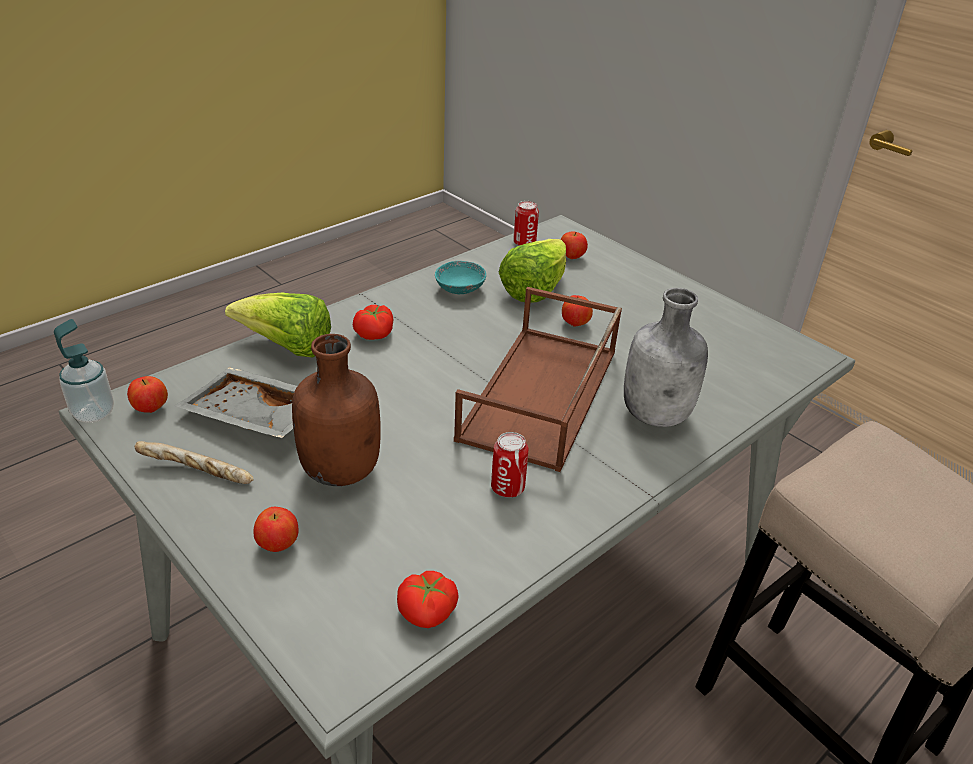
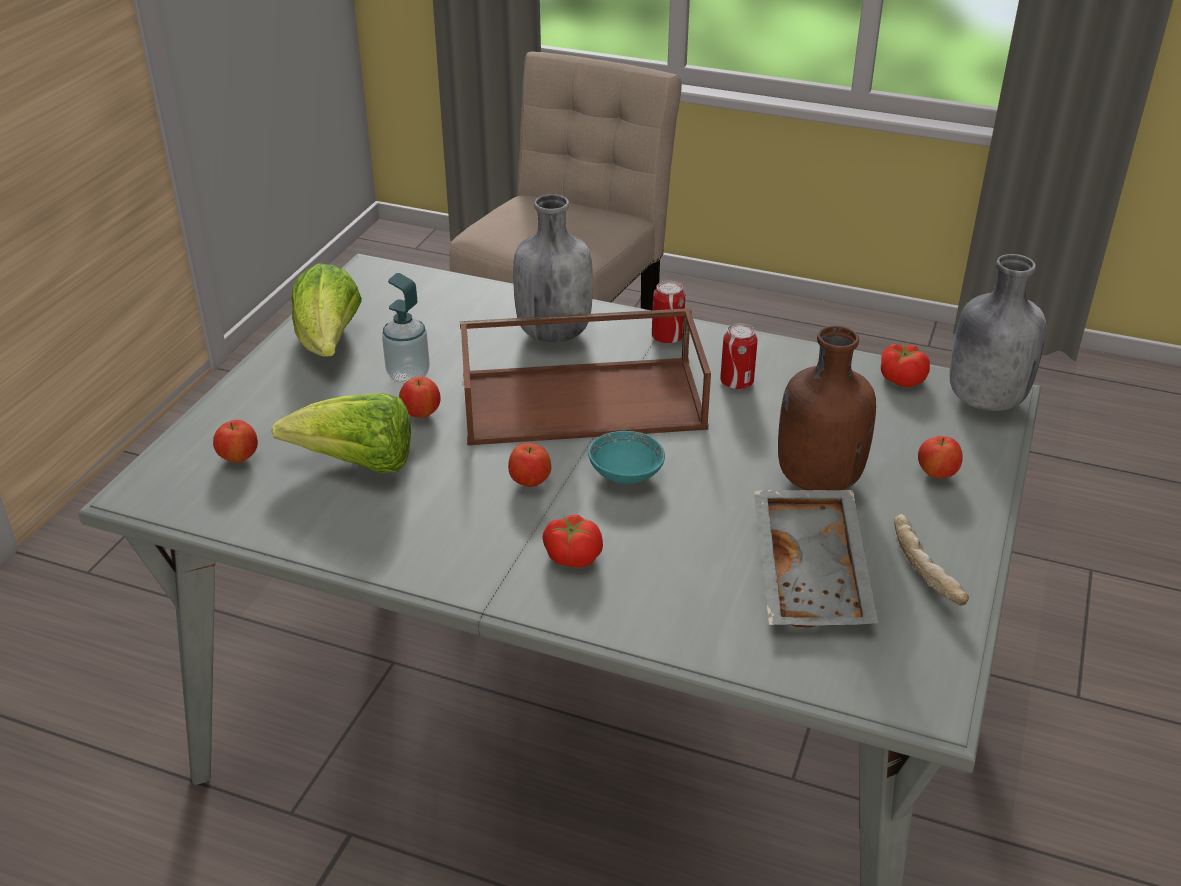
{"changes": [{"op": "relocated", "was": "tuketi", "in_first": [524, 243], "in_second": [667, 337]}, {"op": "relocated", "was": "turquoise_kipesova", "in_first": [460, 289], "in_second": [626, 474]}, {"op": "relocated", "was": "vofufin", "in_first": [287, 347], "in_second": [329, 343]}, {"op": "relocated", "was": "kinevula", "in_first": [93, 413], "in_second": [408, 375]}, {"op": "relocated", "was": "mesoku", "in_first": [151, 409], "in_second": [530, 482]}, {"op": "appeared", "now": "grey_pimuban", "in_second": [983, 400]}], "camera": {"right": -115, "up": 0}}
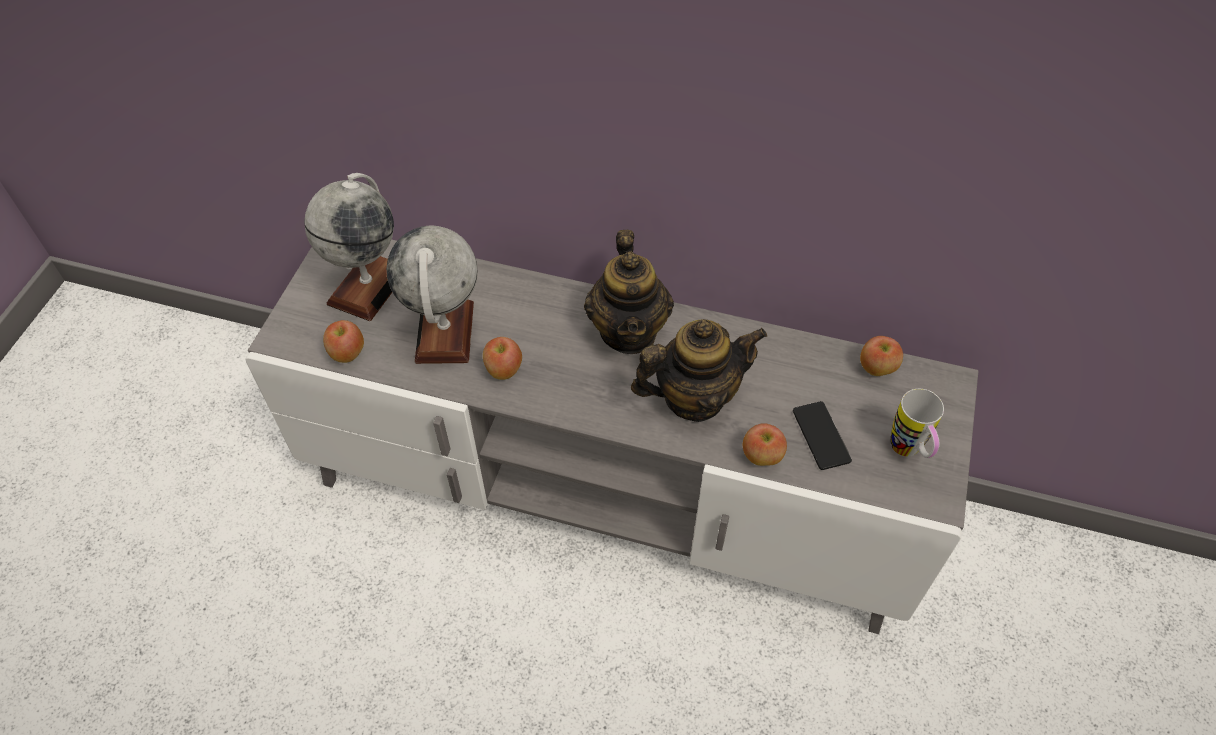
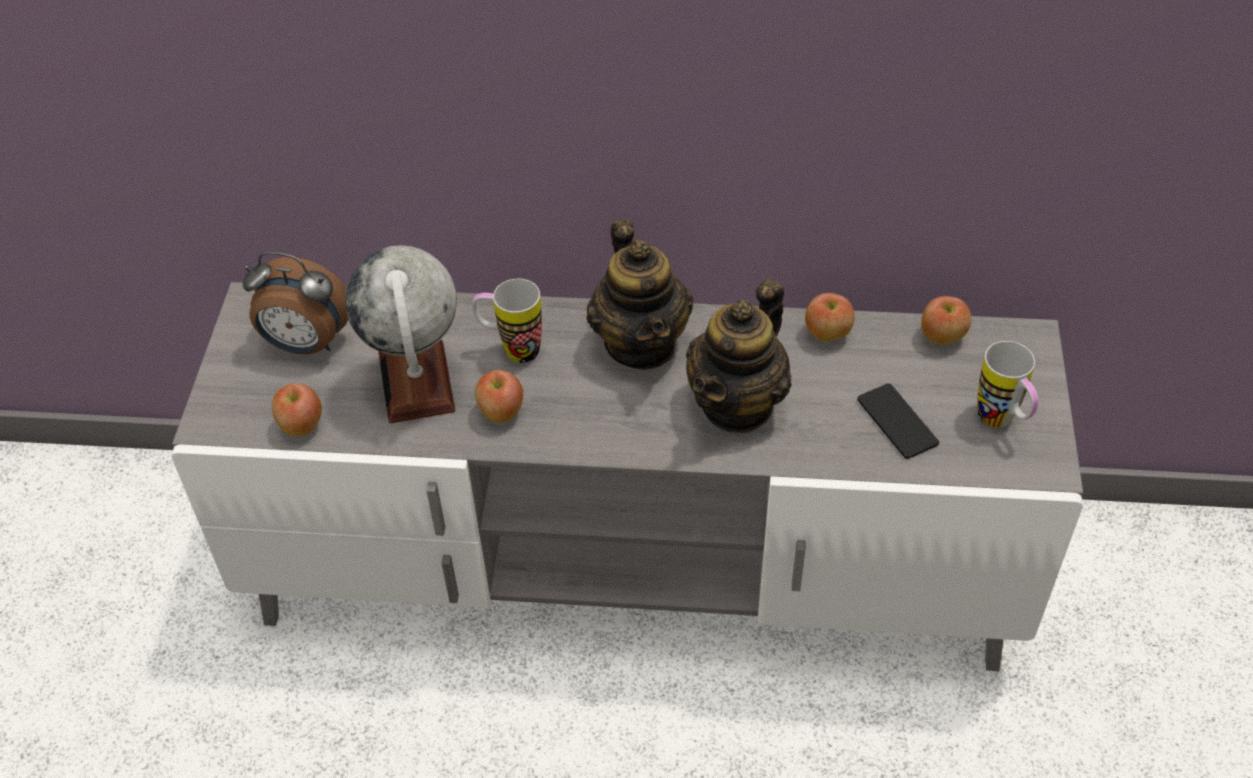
{"changes": [{"op": "exchanged", "was": "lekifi", "now": "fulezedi", "in_first": [368, 286], "in_second": [306, 344]}, {"op": "spun", "was": "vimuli", "in_first": [694, 397], "in_second": [738, 404], "clockwise": 150}, {"op": "relocated", "was": "mesoku", "in_first": [761, 457], "in_second": [827, 334]}, {"op": "appeared", "now": "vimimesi", "in_second": [511, 349]}], "camera": {"right": -10, "up": -5}}
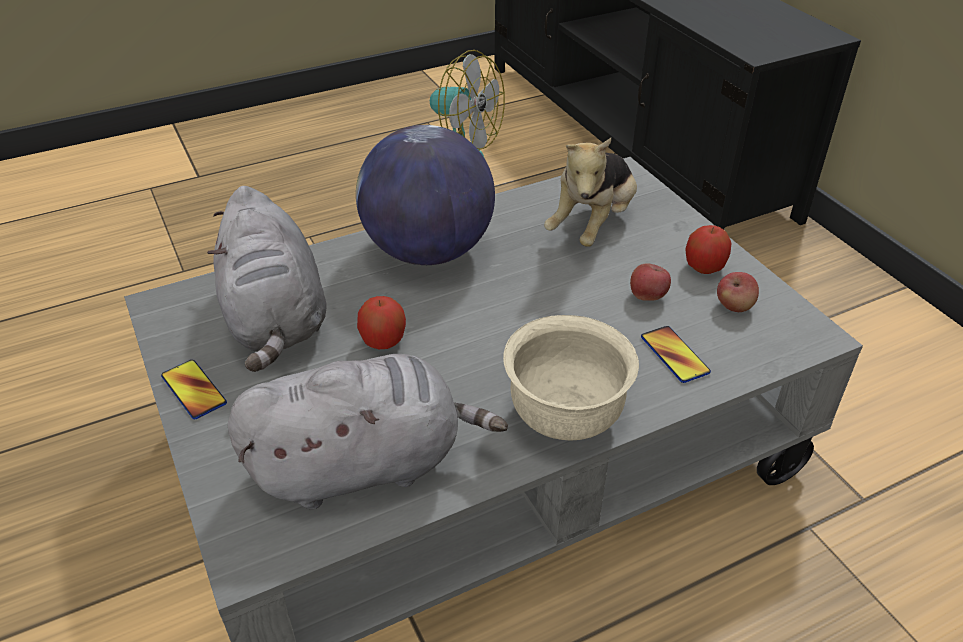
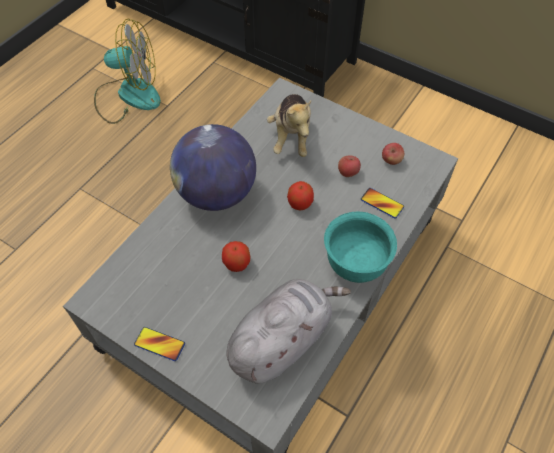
{"changes": [{"op": "missing", "was": "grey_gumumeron", "in_first": [276, 319]}, {"op": "relocated", "was": "mesoku", "in_first": [704, 267], "in_second": [300, 204]}, {"op": "colour", "was": "beige_kipesova", "now": "turquoise_kipesova", "in_first": [565, 416], "in_second": [355, 264]}], "camera": {"right": -30, "up": 15}}
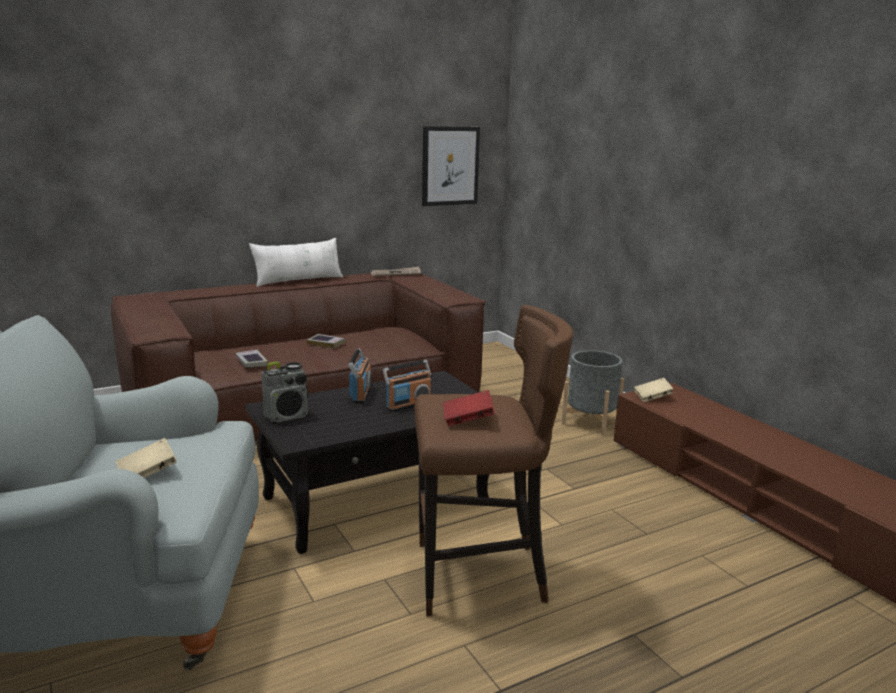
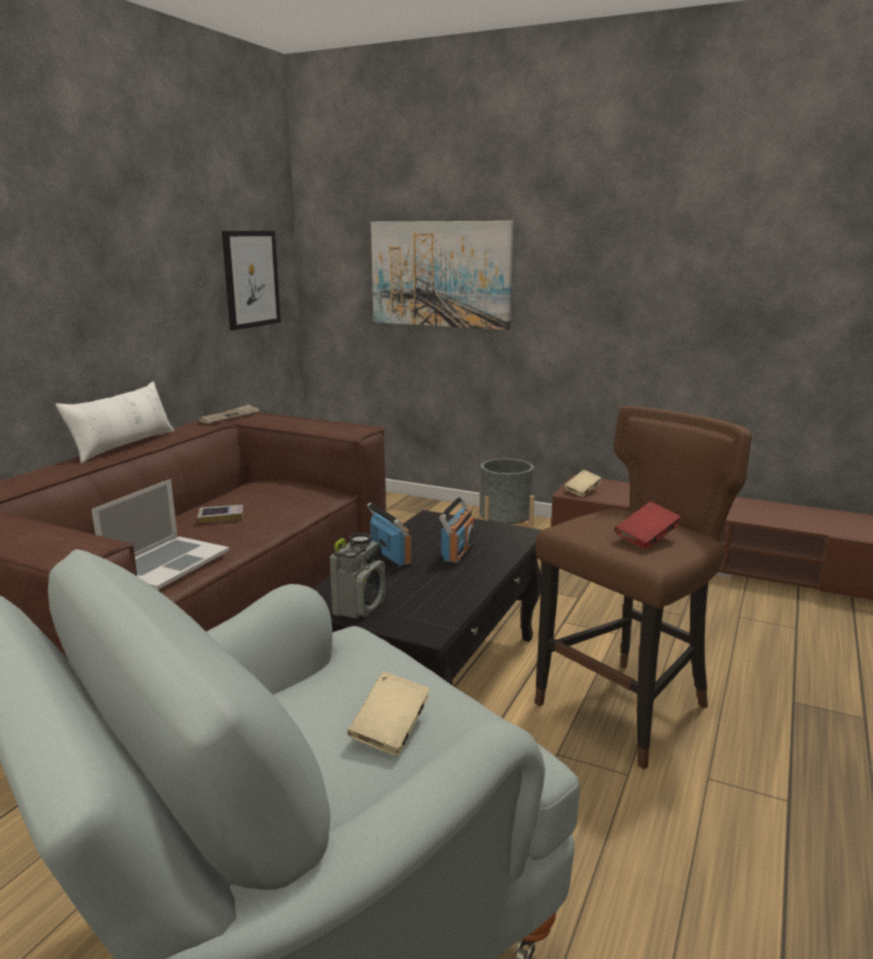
{"changes": [{"op": "exchanged", "was": "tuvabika", "now": "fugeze", "in_first": [251, 362], "in_second": [166, 562]}, {"op": "appeared", "now": "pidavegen", "in_second": [440, 274]}], "camera": {"right": -35, "up": 0}}
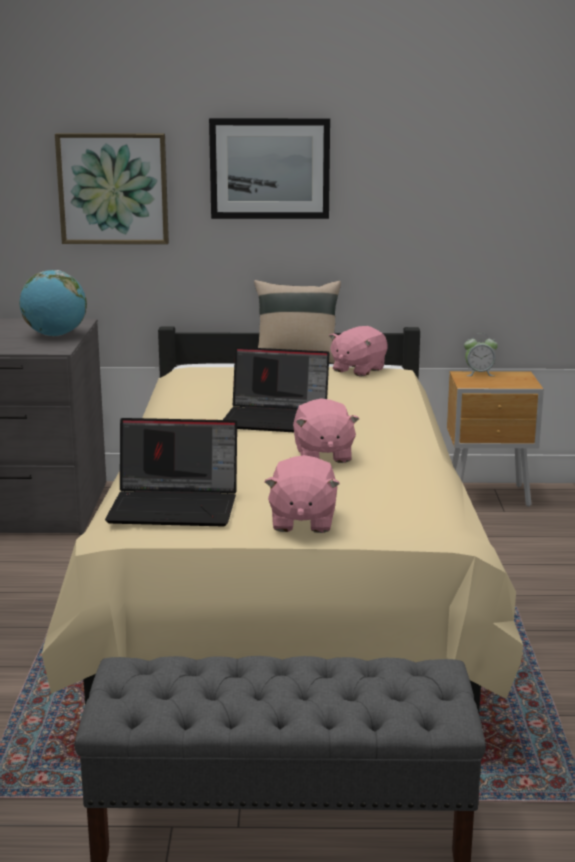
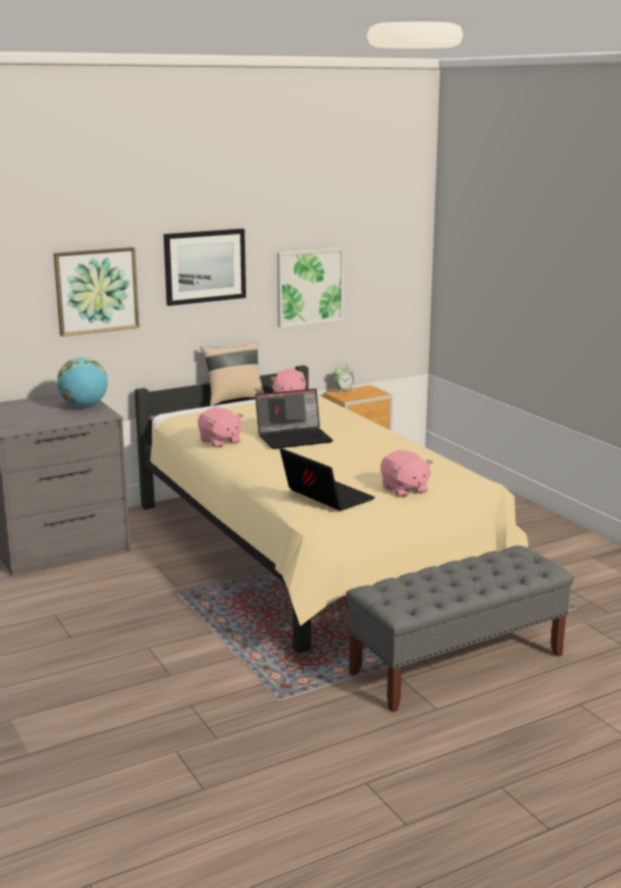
{"changes": [{"op": "relocated", "was": "pink_gumumeron", "in_first": [322, 455], "in_second": [220, 441]}, {"op": "spun", "was": "fugeze", "in_first": [176, 506], "in_second": [325, 496], "clockwise": -105}, {"op": "appeared", "now": "pidavegen", "in_second": [309, 286]}], "camera": {"right": -30, "up": 0}}
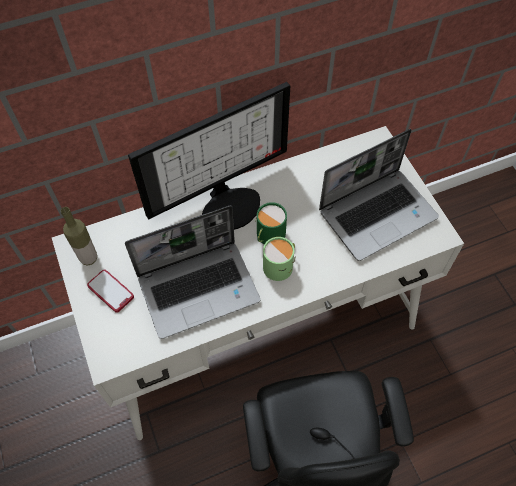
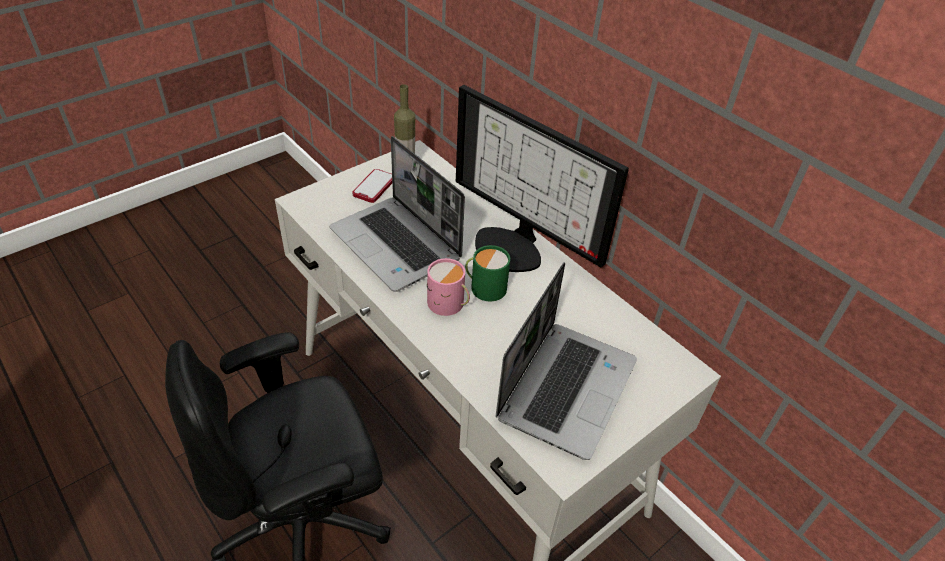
{"changes": [{"op": "spun", "was": "fugeze", "in_first": [378, 213], "in_second": [566, 387], "clockwise": -105}, {"op": "colour", "was": "green_vimimesi", "now": "pink_vimimesi", "in_first": [280, 265], "in_second": [448, 304]}], "camera": {"right": 70, "up": -15}}
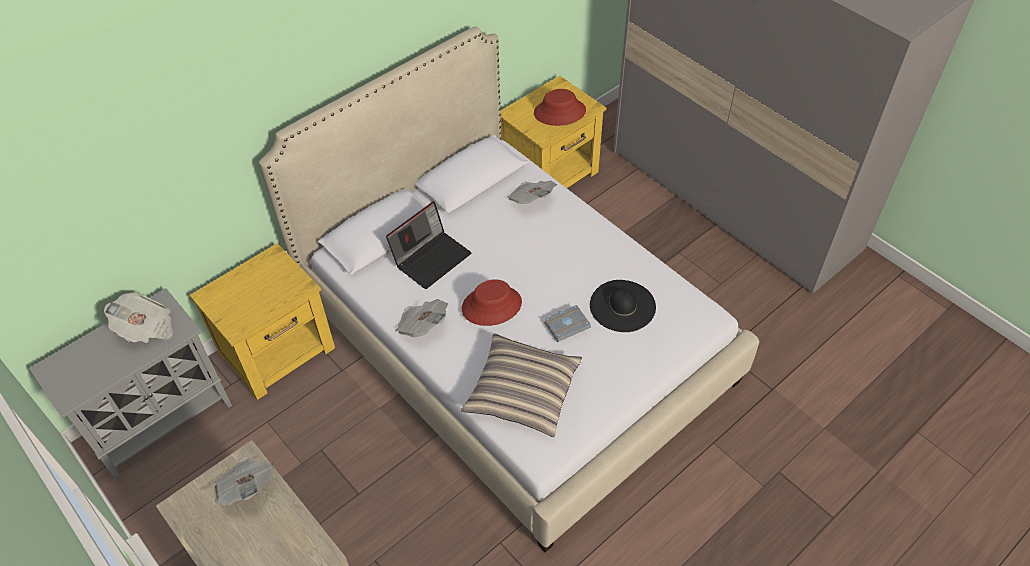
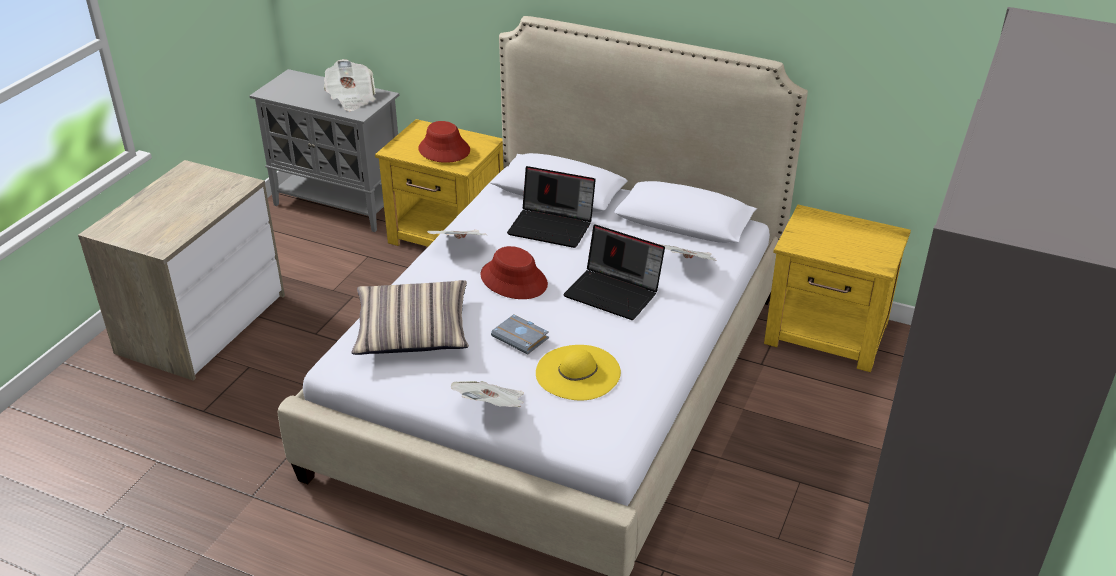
{"changes": [{"op": "relocated", "was": "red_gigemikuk", "in_first": [559, 112], "in_second": [444, 150]}, {"op": "colour", "was": "black_gigemikuk", "now": "yellow_gigemikuk", "in_first": [622, 306], "in_second": [578, 372]}, {"op": "relocated", "was": "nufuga", "in_first": [247, 487], "in_second": [491, 408]}, {"op": "appeared", "now": "fugeze", "in_second": [614, 292]}], "camera": {"right": 65, "up": -15}}
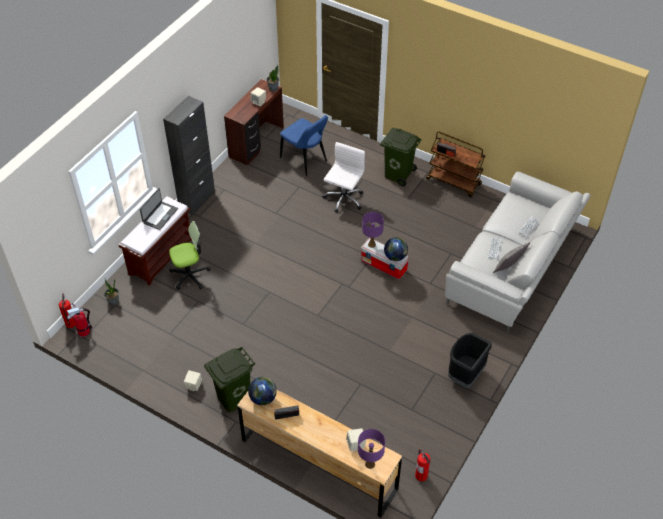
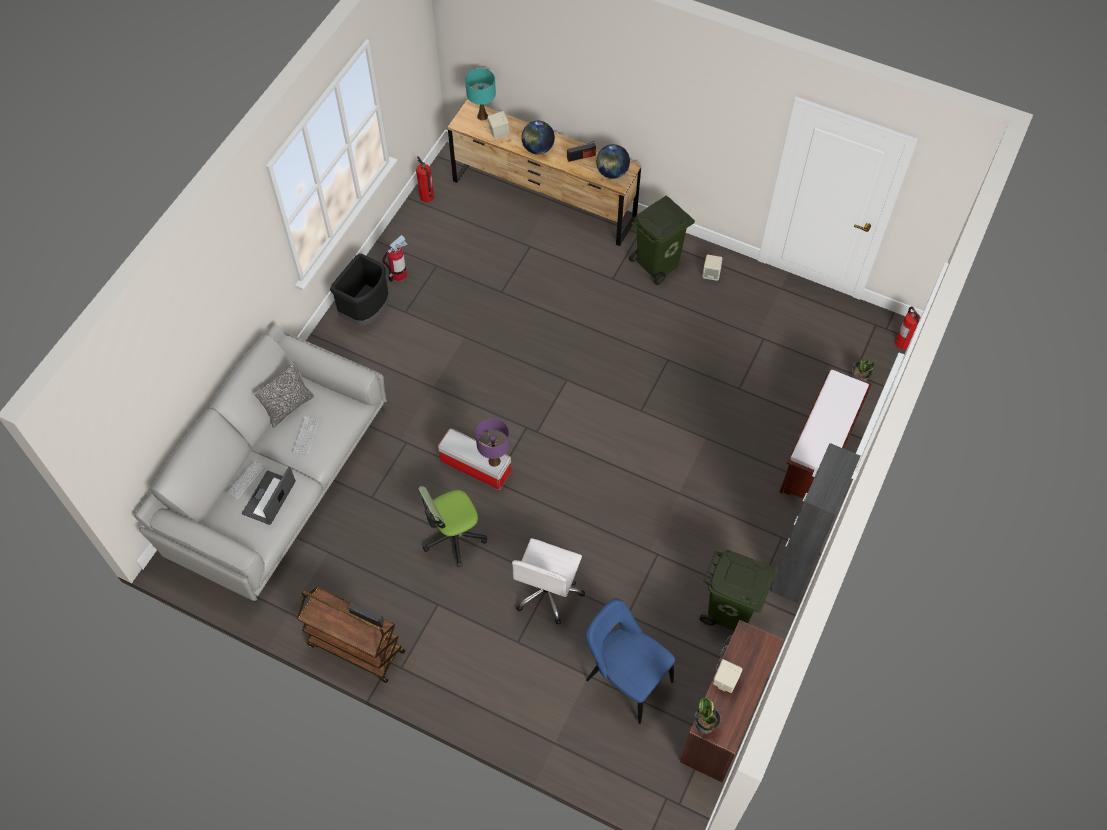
{"changes": [{"op": "relocated", "was": "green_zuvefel", "in_first": [398, 174], "in_second": [730, 611]}, {"op": "relocated", "was": "fugeze", "in_first": [160, 215], "in_second": [270, 498]}, {"op": "relocated", "was": "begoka", "in_first": [190, 275], "in_second": [454, 536]}, {"op": "relocated", "was": "lekifi", "in_first": [395, 256], "in_second": [537, 148]}, {"op": "relocated", "was": "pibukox", "in_first": [84, 331], "in_second": [398, 275]}, {"op": "colour", "was": "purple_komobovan", "now": "turquoise_komobovan", "in_first": [370, 464], "in_second": [482, 116]}], "camera": {"right": 175, "up": 10}}
